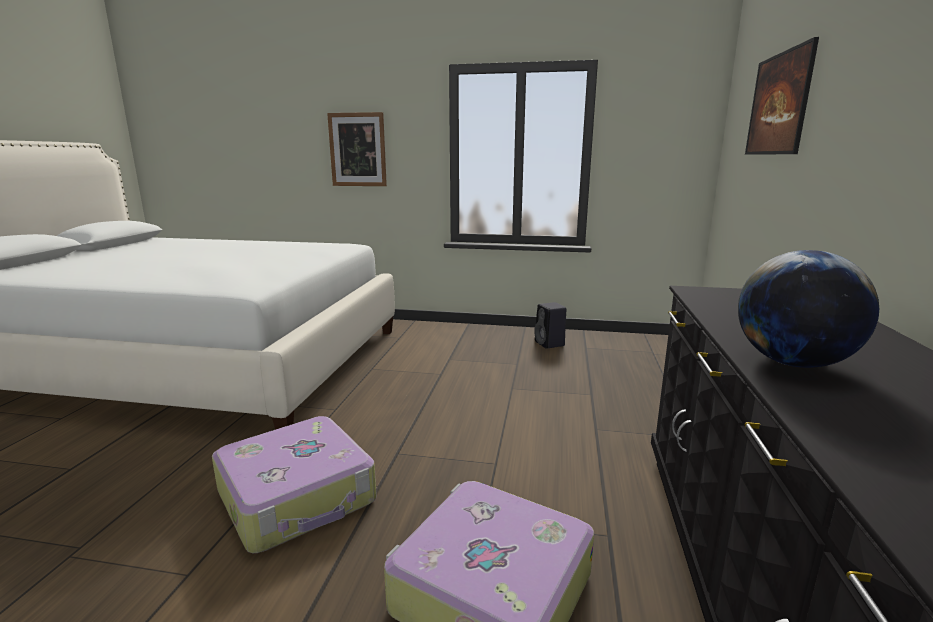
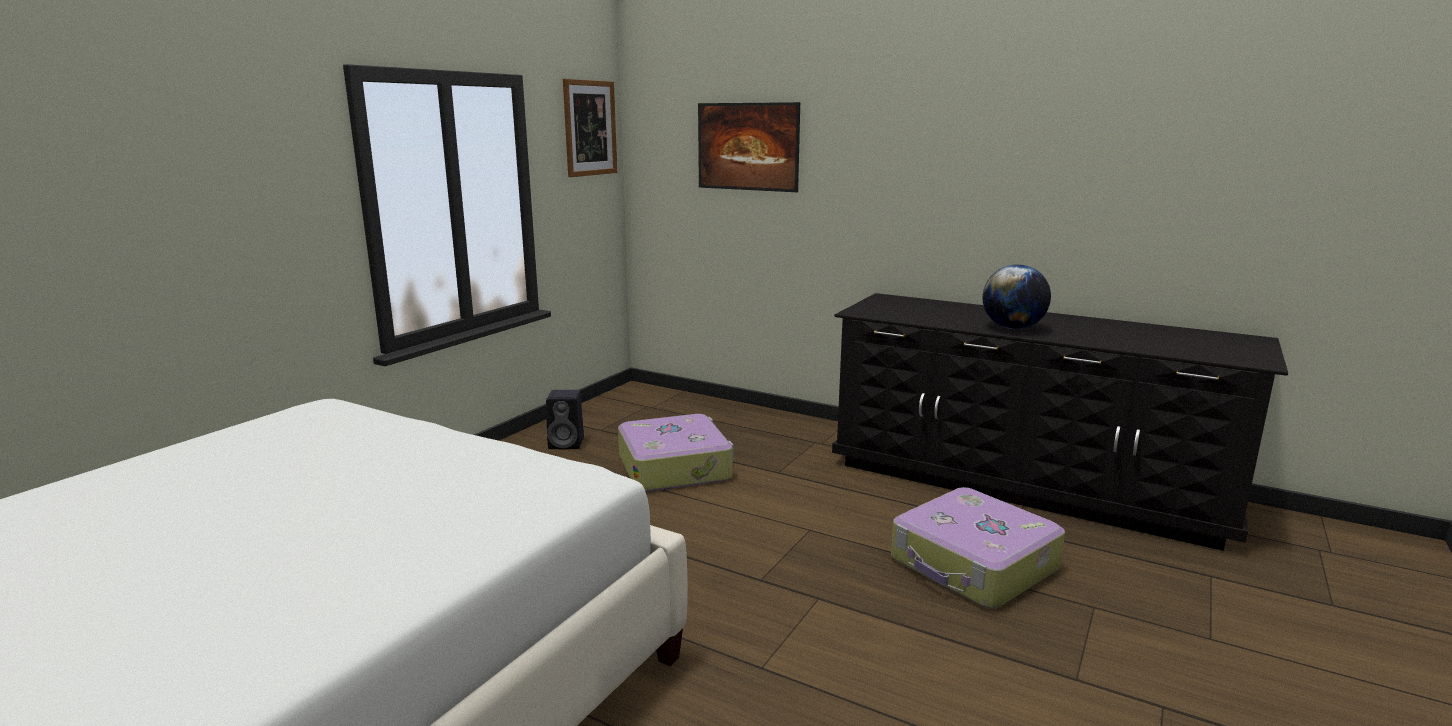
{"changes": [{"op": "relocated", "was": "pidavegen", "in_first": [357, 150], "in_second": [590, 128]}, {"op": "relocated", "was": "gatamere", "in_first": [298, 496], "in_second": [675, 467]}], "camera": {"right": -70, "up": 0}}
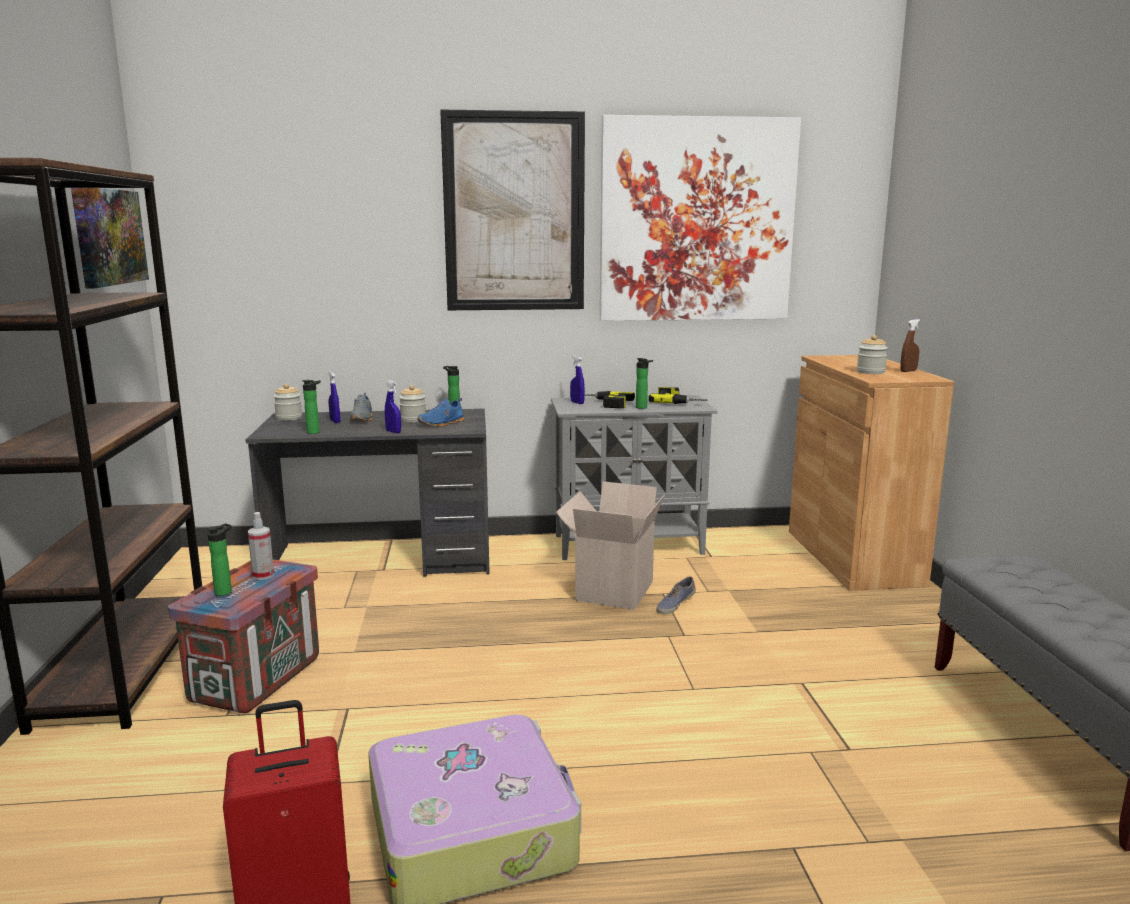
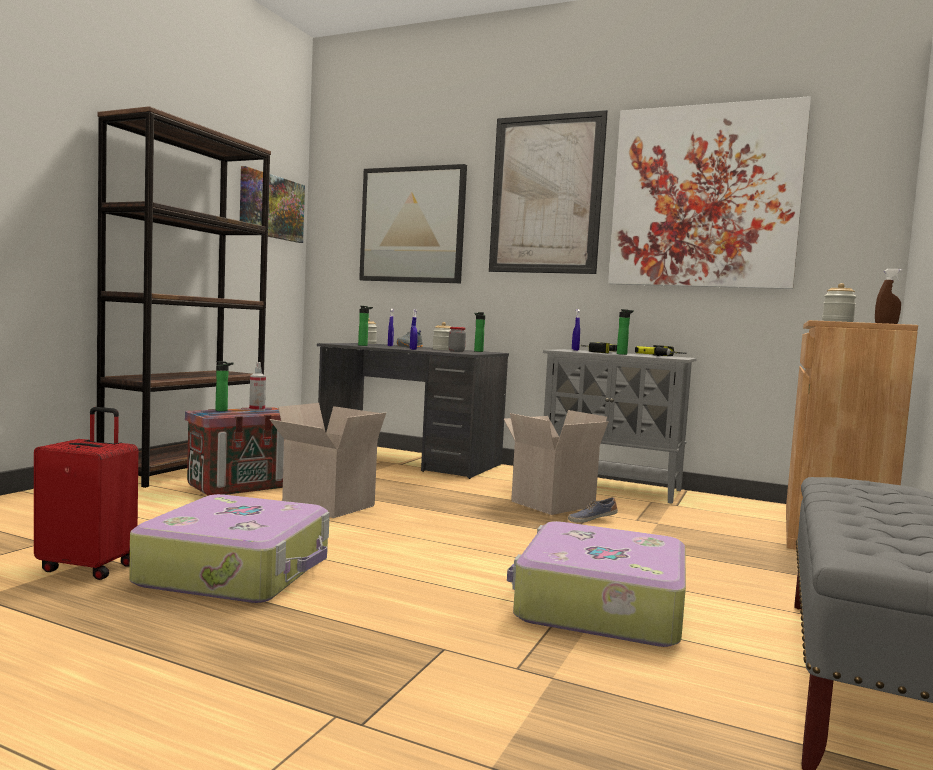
{"changes": [{"op": "exchanged", "was": "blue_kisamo", "now": "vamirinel", "in_first": [442, 424], "in_second": [456, 351]}, {"op": "appeared", "now": "pidavegen", "in_second": [412, 225]}, {"op": "appeared", "now": "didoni", "in_second": [325, 505]}, {"op": "appeared", "now": "gatamere", "in_second": [598, 606]}], "camera": {"right": 30, "up": -10}}
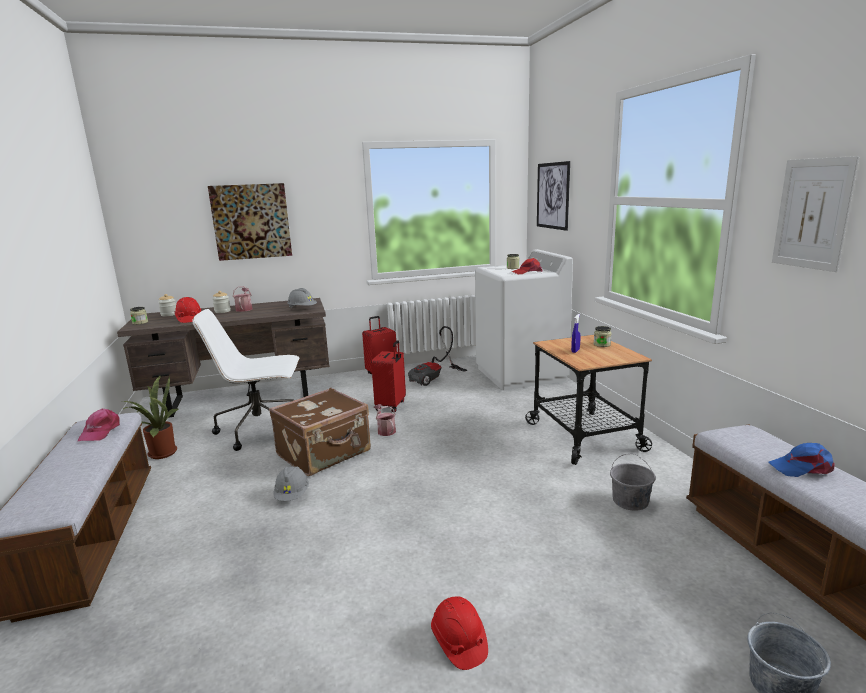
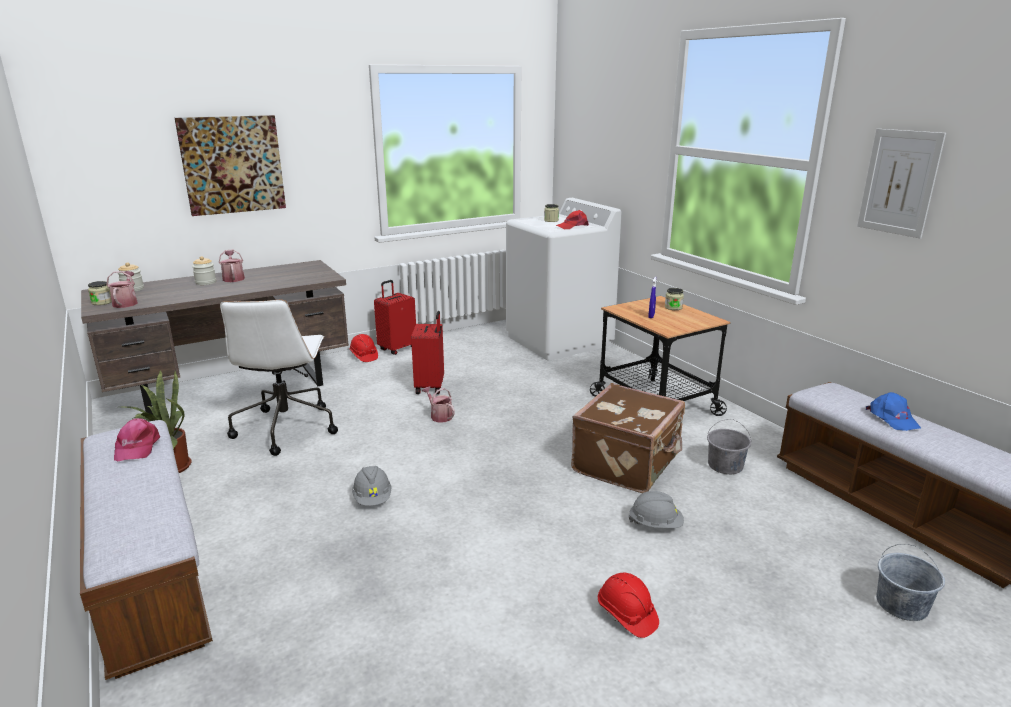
{"changes": [{"op": "missing", "was": "pidavegen", "in_first": [552, 196]}, {"op": "relocated", "was": "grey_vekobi", "in_first": [302, 309], "in_second": [655, 524]}, {"op": "relocated", "was": "red_vekobi", "in_first": [189, 319], "in_second": [363, 356]}, {"op": "spun", "was": "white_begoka", "in_first": [261, 430], "in_second": [286, 428], "clockwise": -75}, {"op": "missing", "was": "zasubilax", "in_first": [435, 378]}, {"op": "relocated", "was": "brown_gatamere", "in_first": [325, 453], "in_second": [628, 464]}, {"op": "spun", "was": "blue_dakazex", "in_first": [802, 467], "in_second": [892, 418], "clockwise": -90}, {"op": "appeared", "now": "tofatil", "in_second": [126, 303]}], "camera": {"right": -15, "up": 5}}
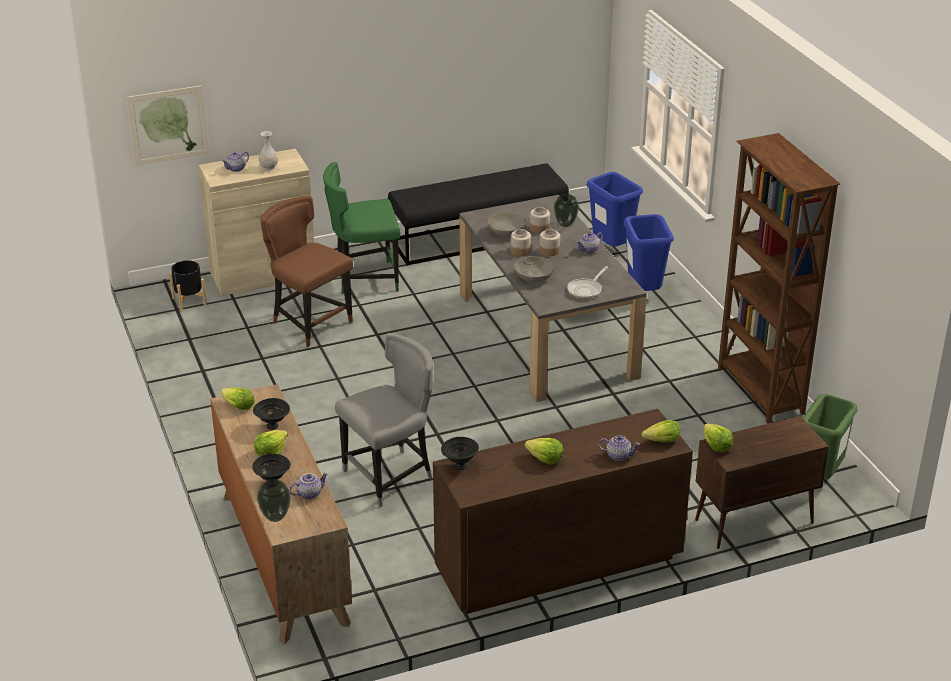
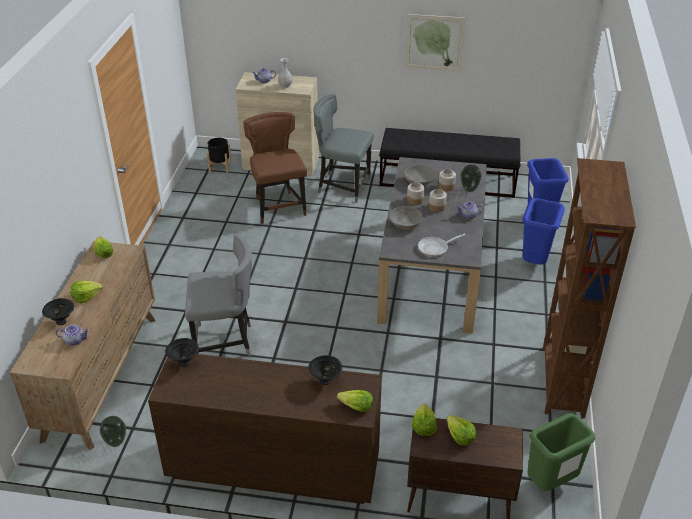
{"changes": [{"op": "relocated", "was": "pidavegen", "in_first": [168, 125], "in_second": [434, 43]}, {"op": "colour", "was": "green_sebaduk", "now": "grey_sebaduk", "in_first": [364, 279], "in_second": [342, 186]}, {"op": "relocated", "was": "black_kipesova", "in_first": [273, 426], "in_second": [326, 381]}, {"op": "missing", "was": "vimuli", "in_first": [618, 455]}, {"op": "relocated", "was": "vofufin", "in_first": [545, 459], "in_second": [460, 437]}, {"op": "relocated", "was": "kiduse", "in_first": [275, 518], "in_second": [115, 442]}], "camera": {"right": 30, "up": 5}}
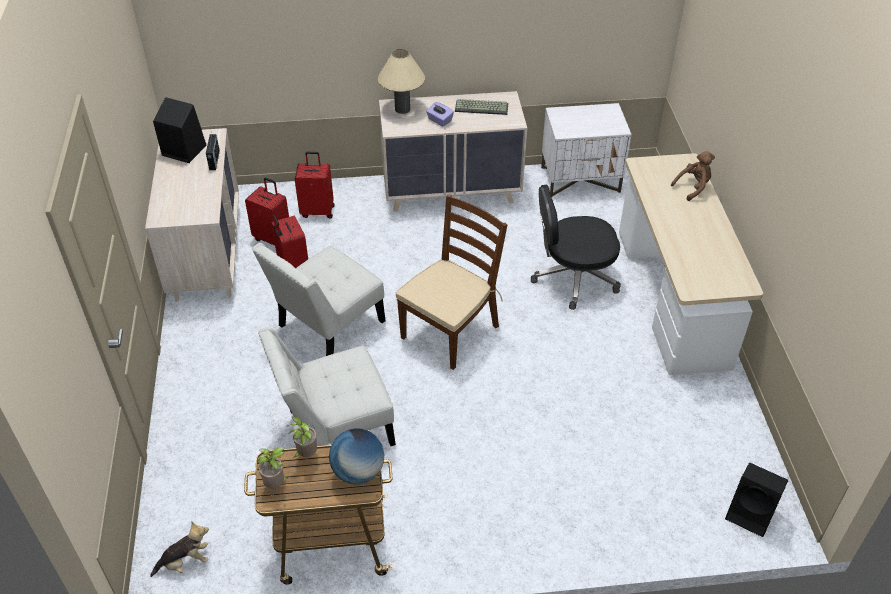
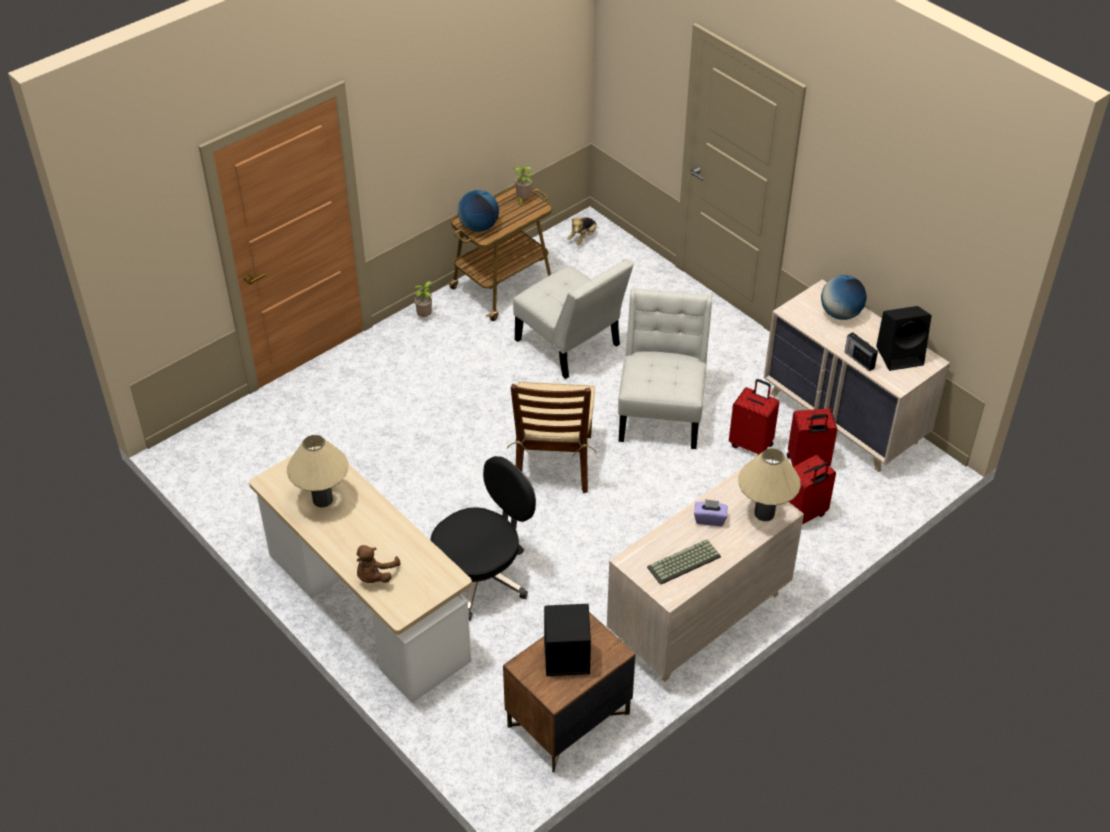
{"changes": [{"op": "colour", "was": "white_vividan", "now": "brown_vividan", "in_first": [581, 180], "in_second": [568, 721]}, {"op": "spun", "was": "white_sebaduk", "in_first": [334, 429], "in_second": [571, 346], "clockwise": 105}, {"op": "relocated", "was": "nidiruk", "in_first": [306, 454], "in_second": [425, 316]}, {"op": "relocated", "was": "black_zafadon", "in_first": [752, 514], "in_second": [565, 658]}, {"op": "appeared", "now": "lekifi", "in_second": [840, 314]}, {"op": "appeared", "now": "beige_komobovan", "in_second": [323, 499]}], "camera": {"right": 145, "up": 0}}
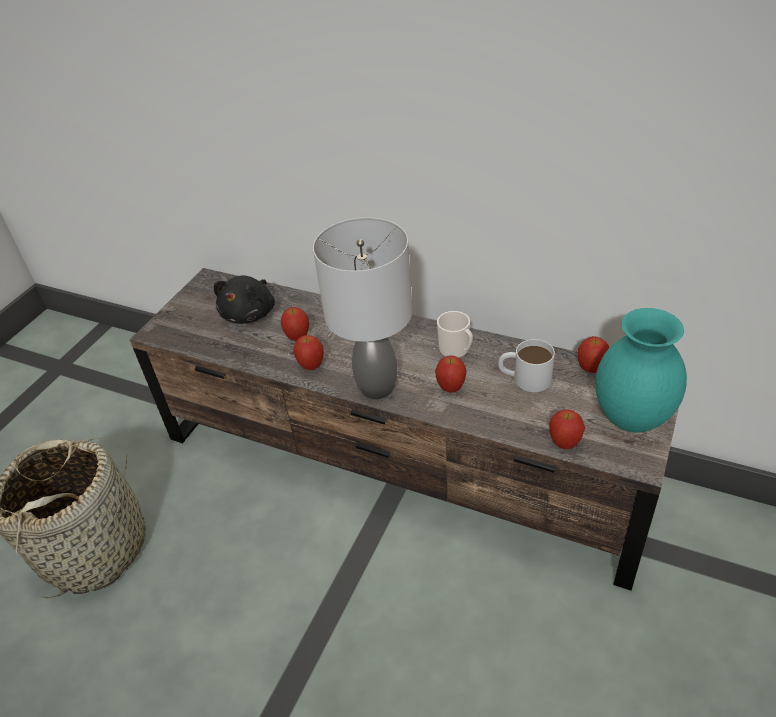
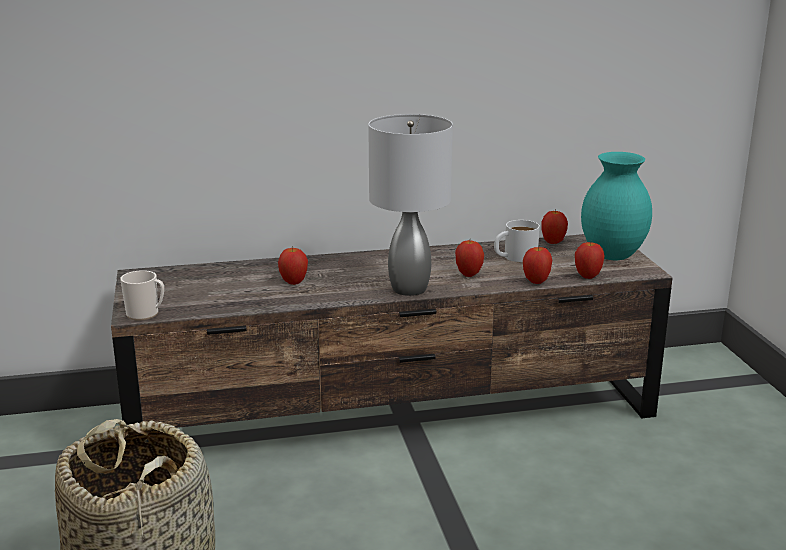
{"changes": [{"op": "missing", "was": "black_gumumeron", "in_first": [250, 313]}, {"op": "relocated", "was": "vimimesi", "in_first": [456, 351], "in_second": [146, 314]}, {"op": "relocated", "was": "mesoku", "in_first": [311, 366], "in_second": [536, 282]}], "camera": {"right": -40, "up": -20}}
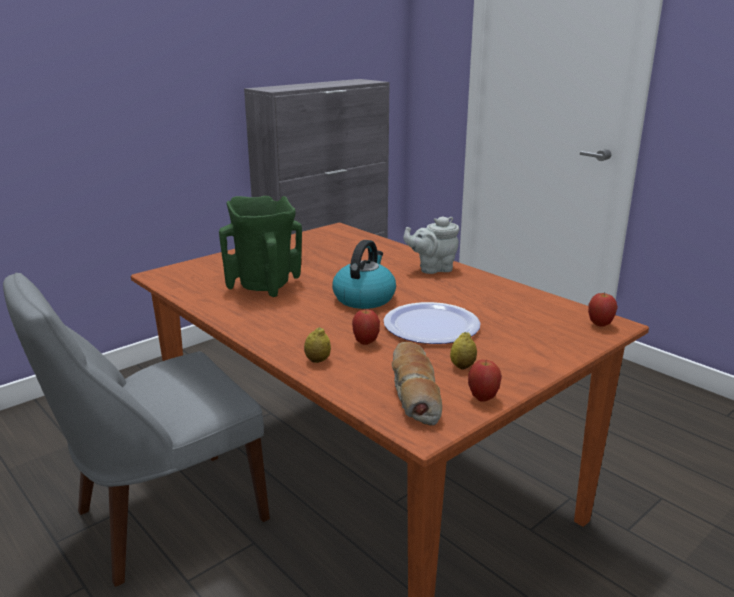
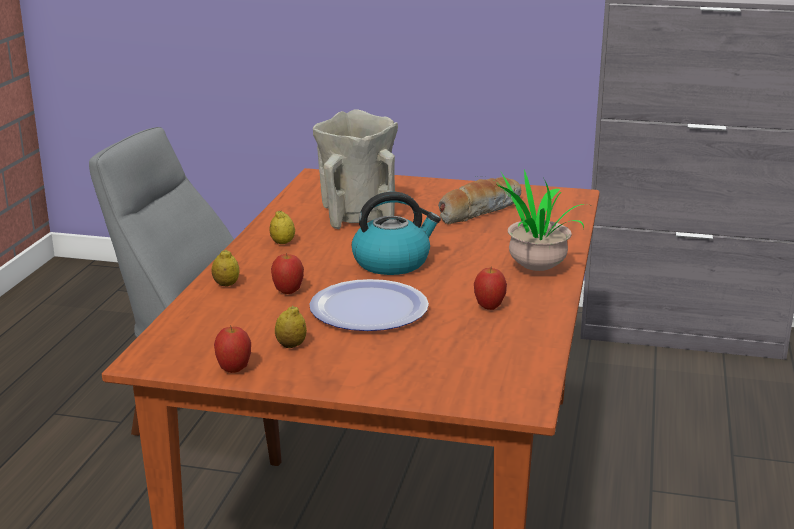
{"changes": [{"op": "colour", "was": "green_kiduse", "now": "beige_kiduse", "in_first": [264, 285], "in_second": [356, 217]}, {"op": "exchanged", "was": "grey_vimuli", "now": "nidiruk", "in_first": [433, 269], "in_second": [532, 270]}, {"op": "relocated", "was": "mesoku", "in_first": [600, 325], "in_second": [489, 307]}, {"op": "relocated", "was": "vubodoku", "in_first": [413, 392], "in_second": [479, 211]}, {"op": "appeared", "now": "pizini", "in_second": [282, 243]}], "camera": {"right": 55, "up": 0}}
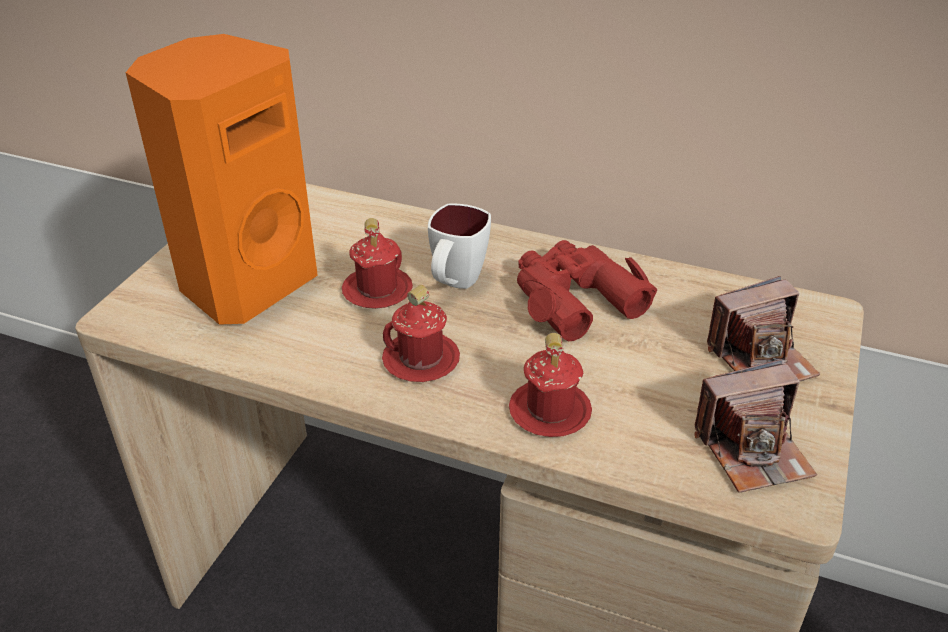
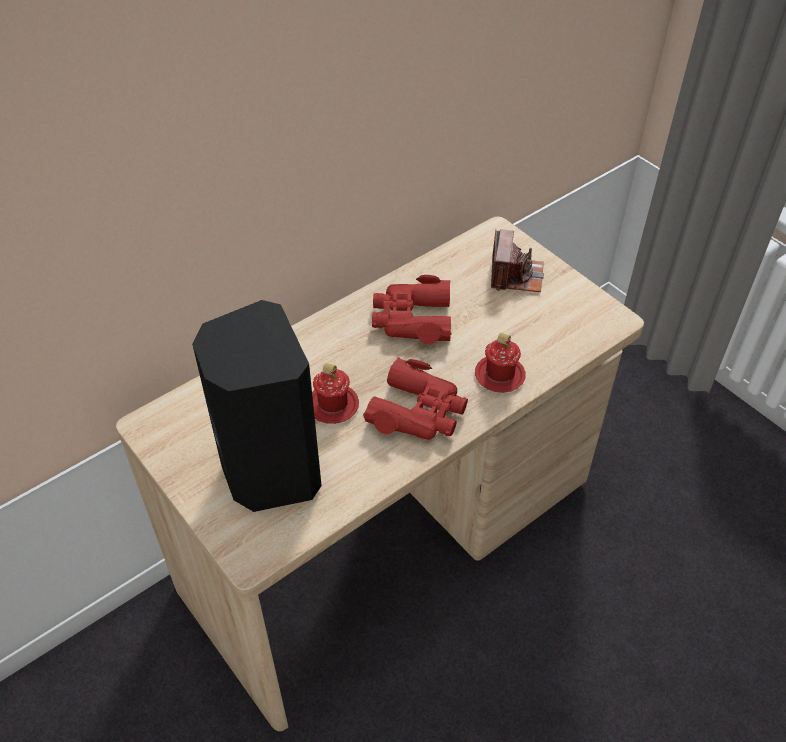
{"changes": [{"op": "colour", "was": "orange_zafadon", "now": "black_zafadon", "in_first": [246, 283], "in_second": [269, 472]}, {"op": "missing", "was": "white_vimimesi", "in_first": [455, 284]}, {"op": "exchanged", "was": "red_vimimesi", "now": "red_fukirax", "in_first": [421, 360], "in_second": [418, 411]}, {"op": "missing", "was": "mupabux", "in_first": [752, 451]}], "camera": {"right": -60, "up": 10}}
